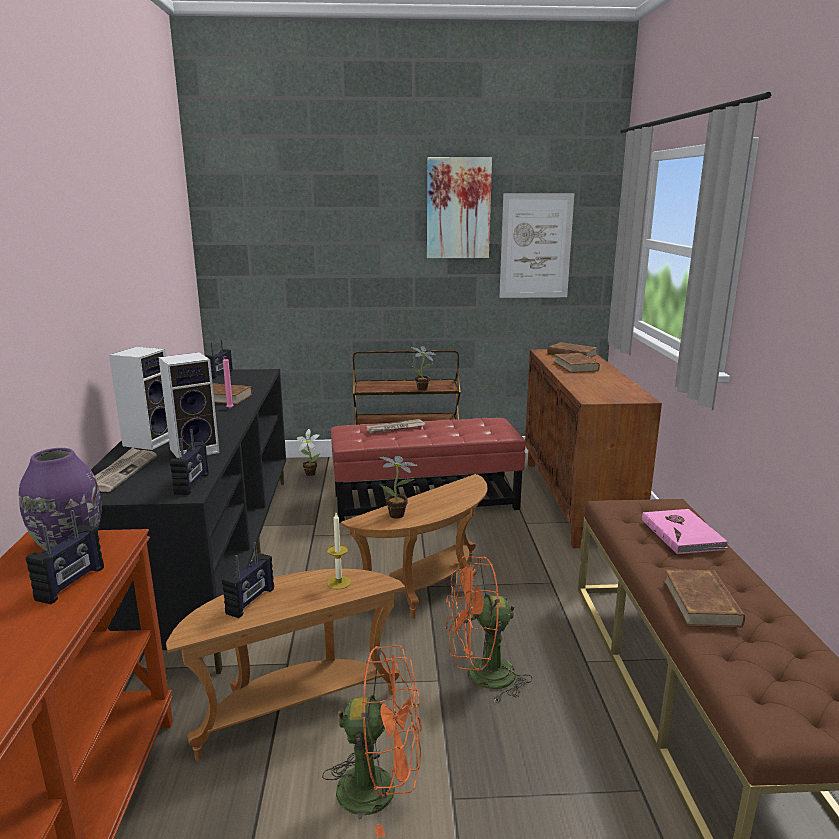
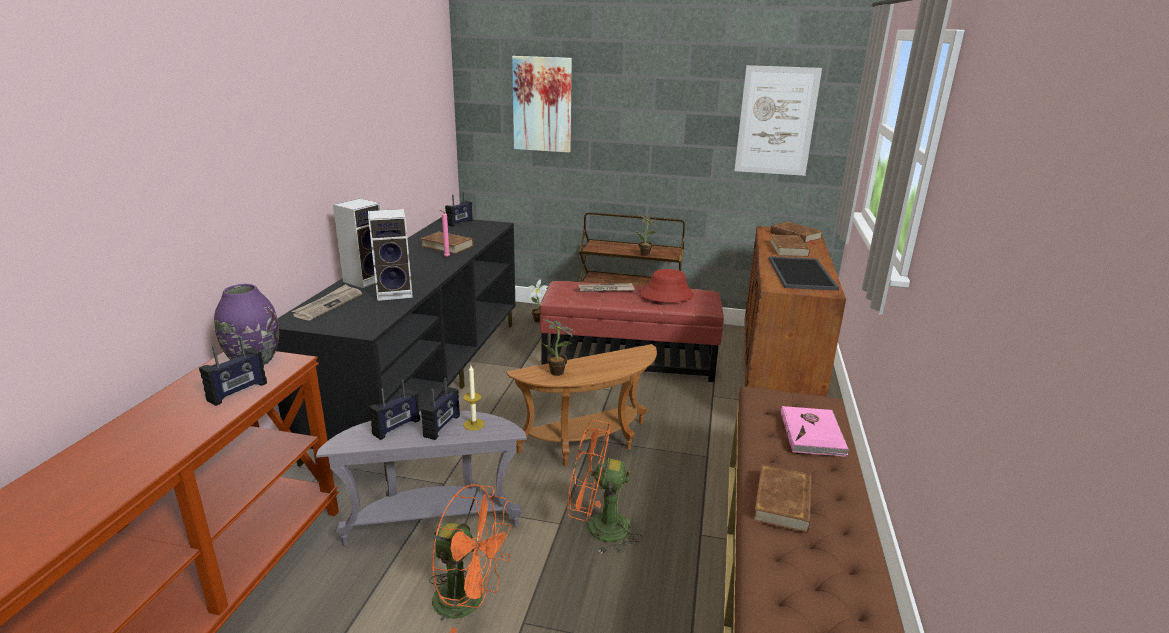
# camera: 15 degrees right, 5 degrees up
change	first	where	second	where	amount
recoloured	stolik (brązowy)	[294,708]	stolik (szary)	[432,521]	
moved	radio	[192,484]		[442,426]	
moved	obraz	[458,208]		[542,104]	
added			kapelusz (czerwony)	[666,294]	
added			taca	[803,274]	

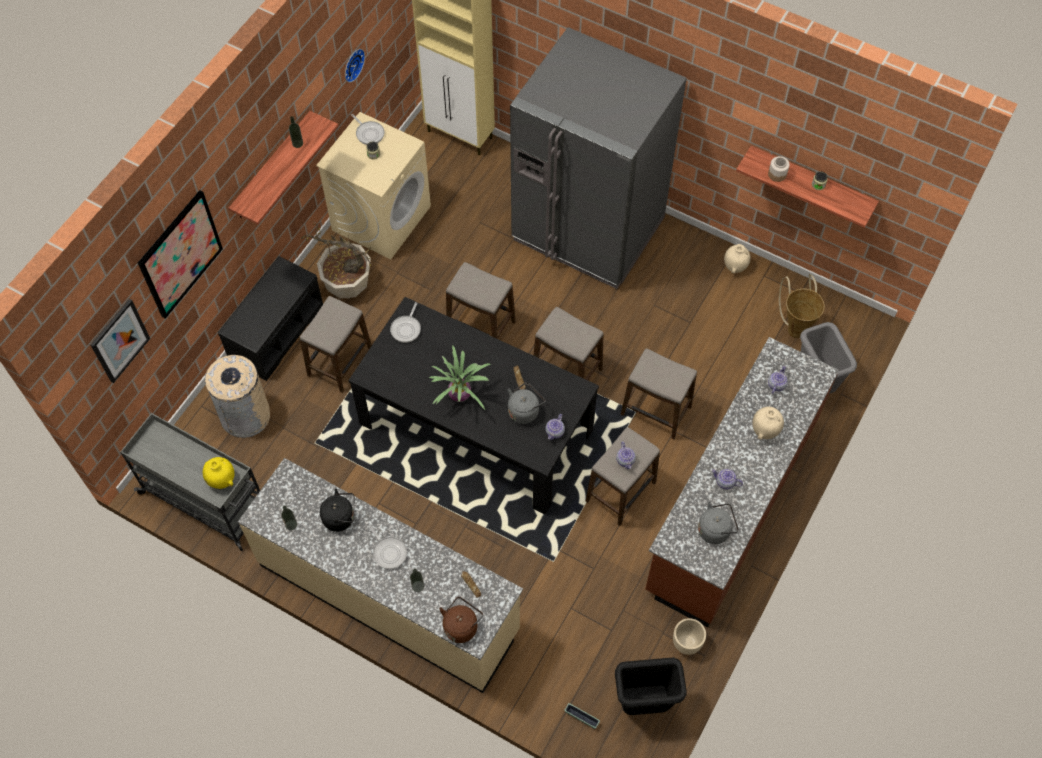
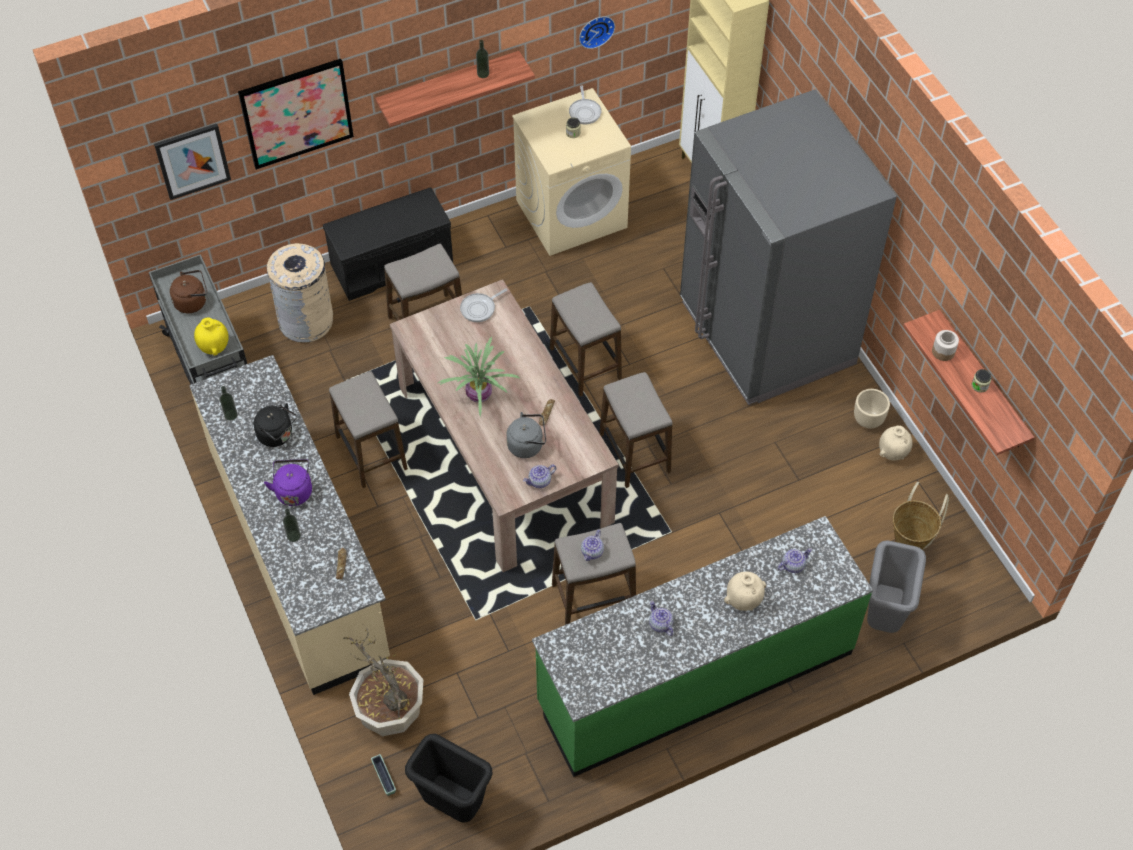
# camera: 35 degrees right, 5 degrees down
change	first	where	second	where	amount
moved	czajnik (brązowy)	[461,626]		[192,301]	
replaced	patelnia	[389,552]	czajnik (fioletowy)	[293,490]	
moved	stołek	[656,411]		[371,453]	
moved	roślina doniczkowa	[347,284]		[390,712]	
recoloured	stół jadalny (czarny)	[476,427]	stół jadalny (beżowy)	[504,453]	
recoloured	zabudowa kuchenna (brązowy)	[731,504]	zabudowa kuchenna (zielony)	[695,677]	
moved	donica (beżowy)	[687,643]		[868,420]	
removed	czajnik (szary)	[715,530]			

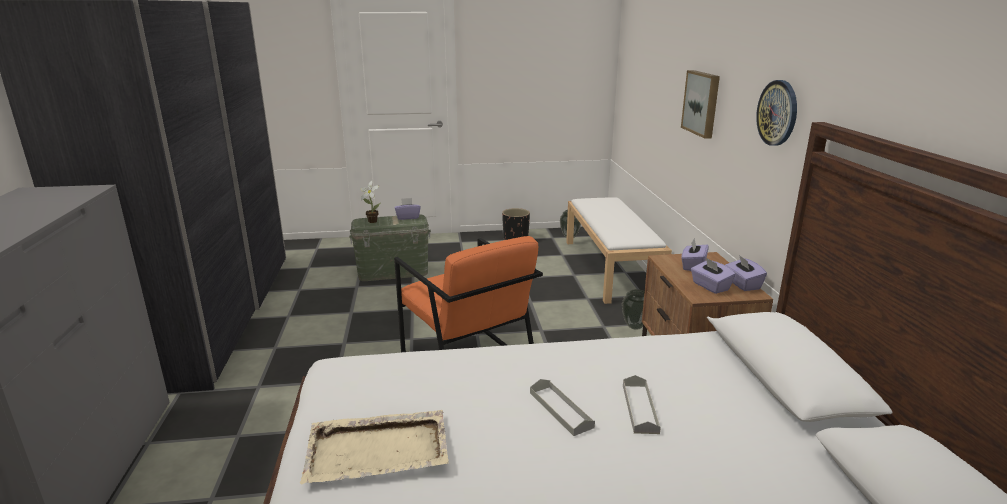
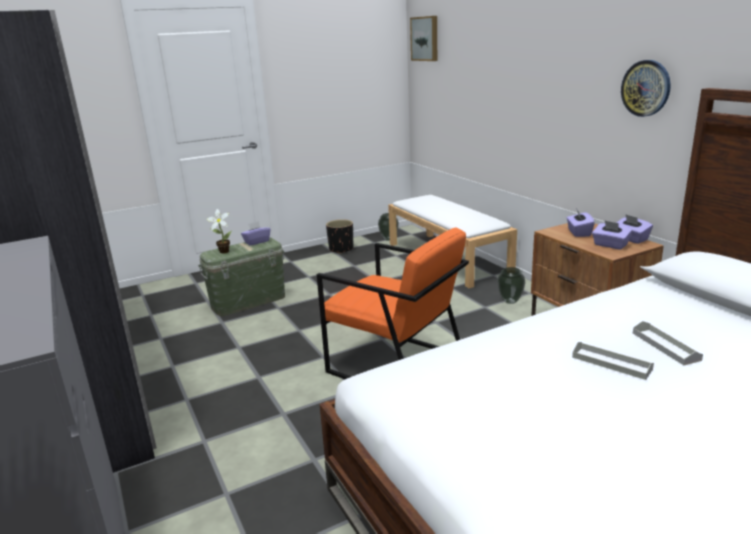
# camera: 20 degrees left, 0 degrees up
change	first	where	second	where	amount
moved	obraz	[702,103]		[425,38]	
removed	taca (beżowy)	[379,449]			

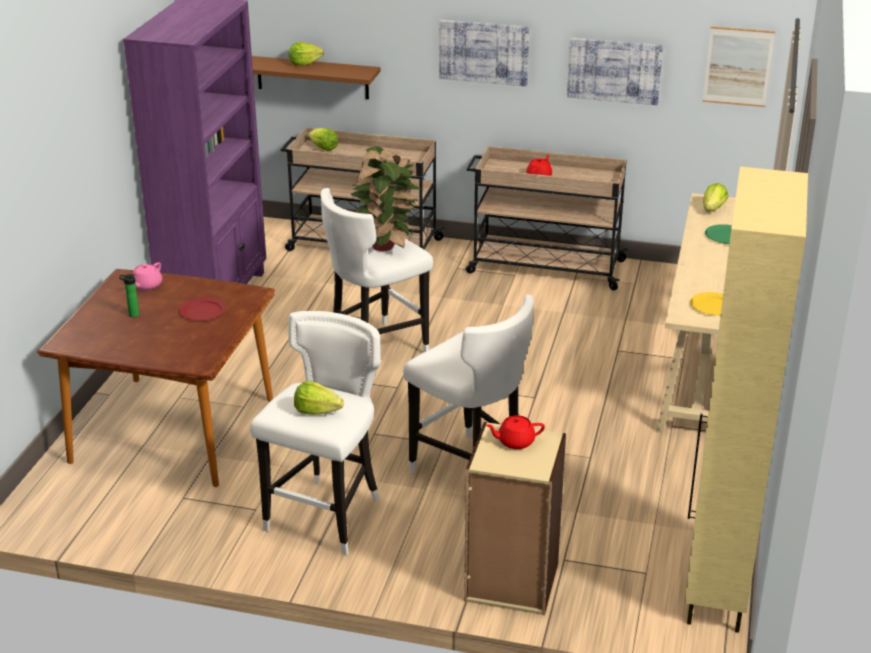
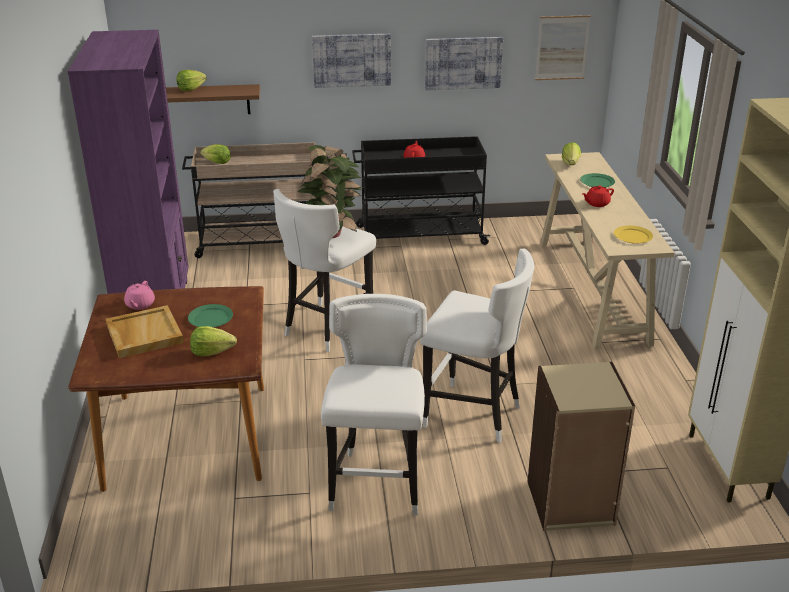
# camera: 20 degrees left, 0 degrees up
change	first	where	second	where	amount
replaced	butelka	[132,315]	taca (beżowy)	[144,334]	
recoloured	talerz (czerwony)	[202,311]	talerz (zielony)	[210,318]	
moved	sałata	[317,411]		[211,352]	
recoloured	wózek (beżowy)	[544,267]	wózek (czarny)	[419,235]	
moved	imbryk (czerwony)	[515,441]		[596,203]	

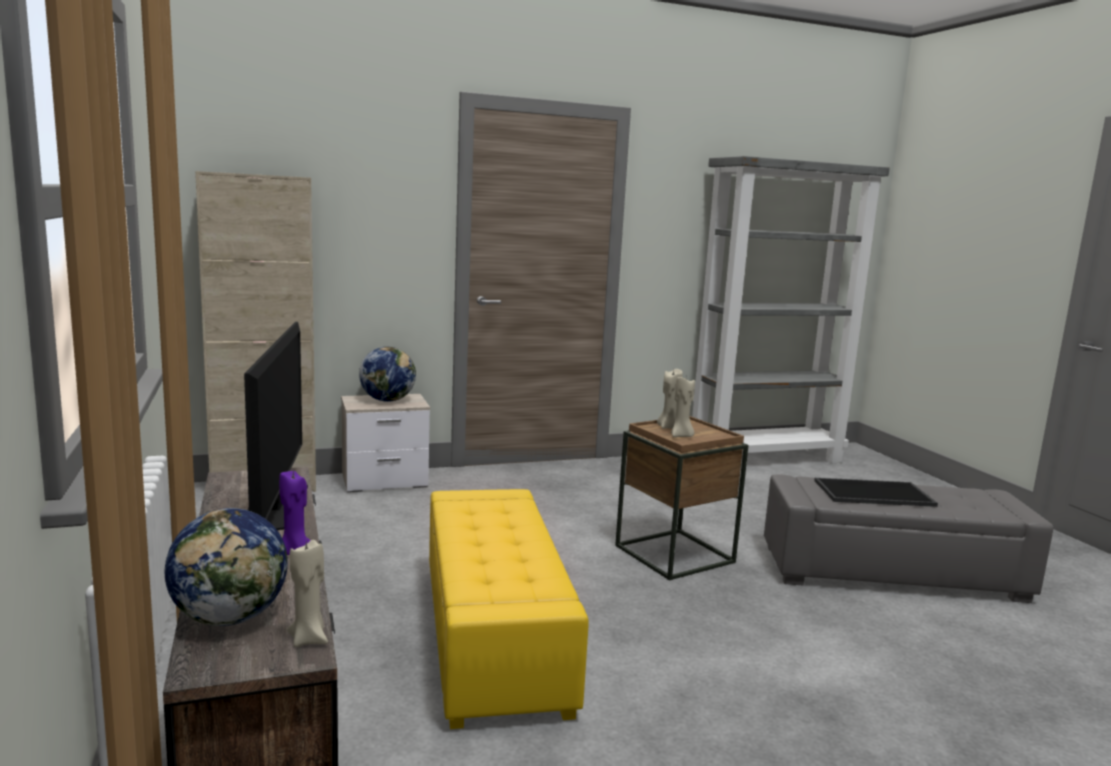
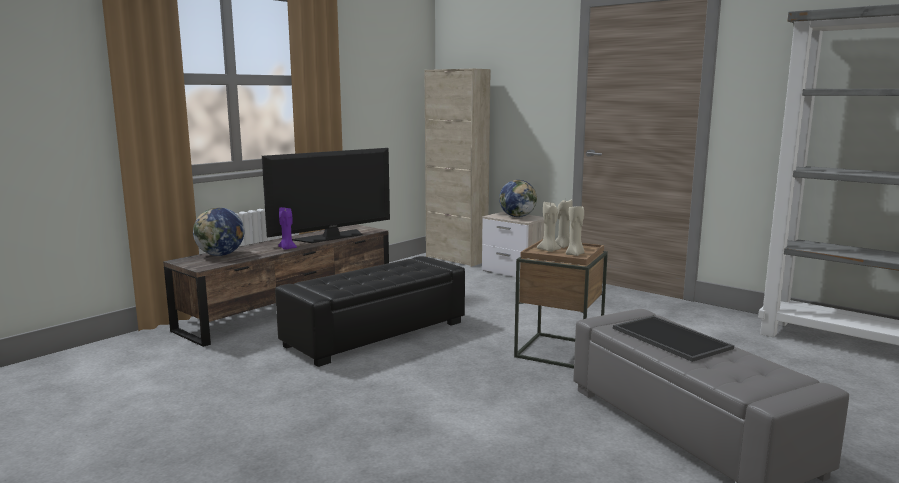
# camera: 60 degrees right, 0 degrees up
change	first	where	second	where	amount
recoloured	pufa (żółty)	[492,634]	pufa (czarny)	[376,333]	
moved	świeca (beżowy)	[309,639]		[575,254]	

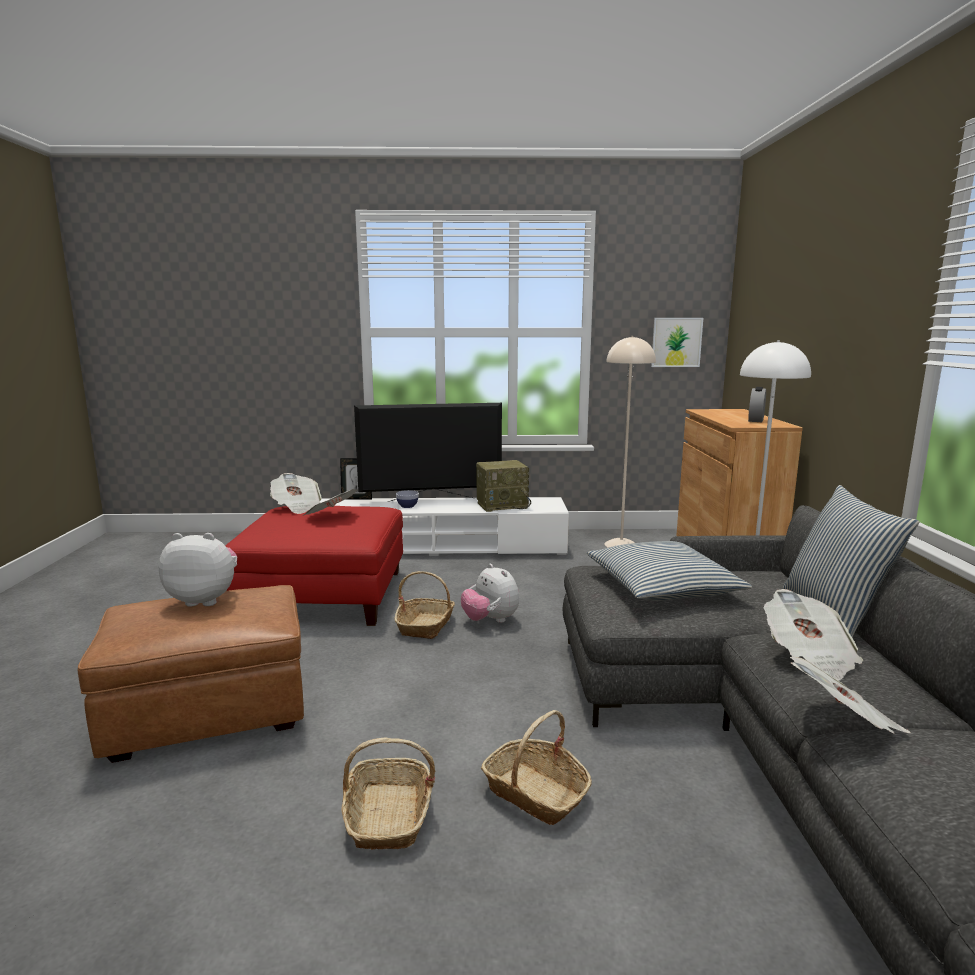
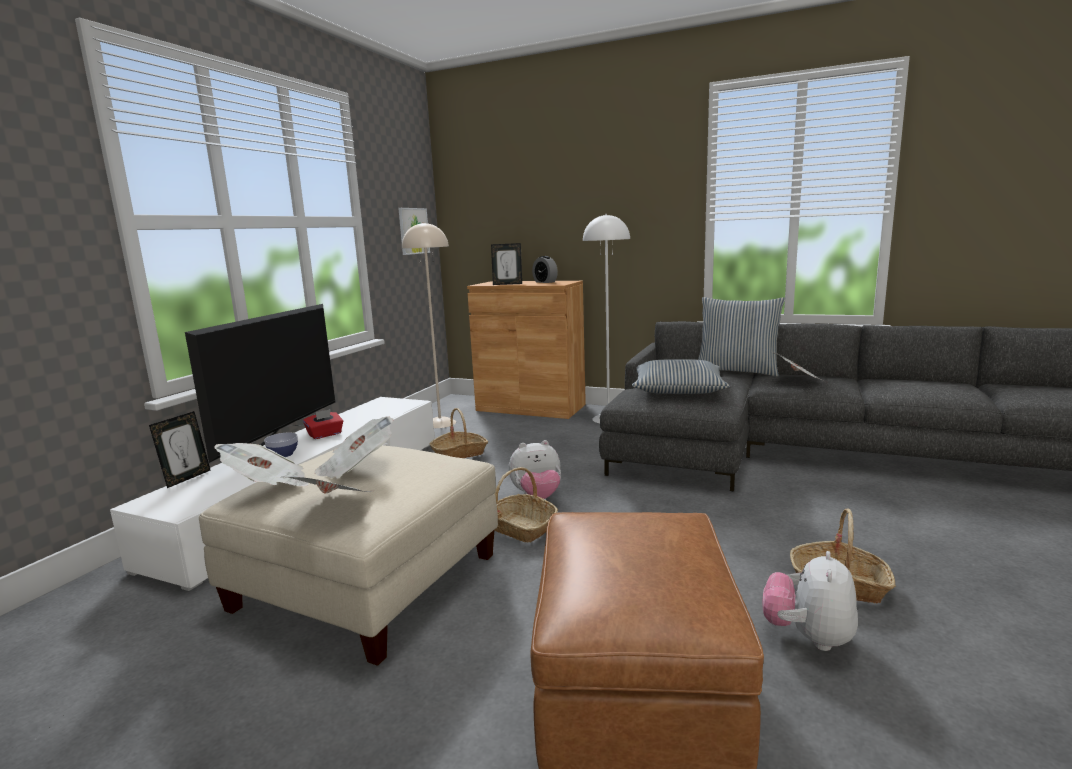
# camera: 65 degrees left, 0 degrees up
change	first	where	second	where	amount
recoloured	pufa (czerwony)	[324,595]	pufa (beżowy)	[367,580]	
moved	gazeta	[844,722]		[332,507]	
added			pudełko chusteczek (czerwony)	[325,435]	
moved	koszyk	[536,793]		[459,453]	
added			ramka na zdjęcie	[507,284]	
moved	pluszak	[205,599]		[808,637]	
removed	radio	[502,505]			

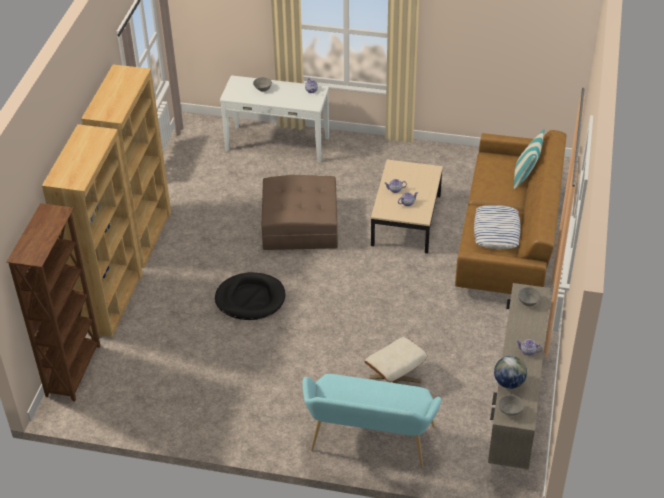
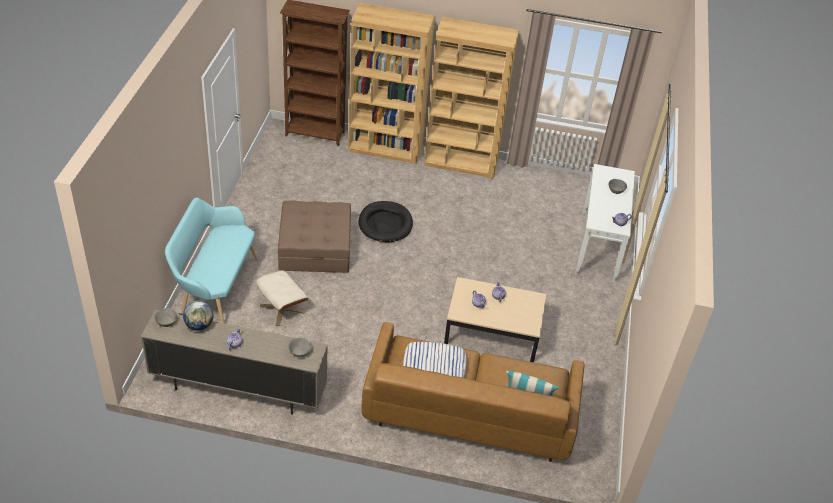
# camera: 85 degrees right, 0 degrees up
change	first	where	second	where	amount
moved	pufa (brązowy)	[300,225]		[314,247]	

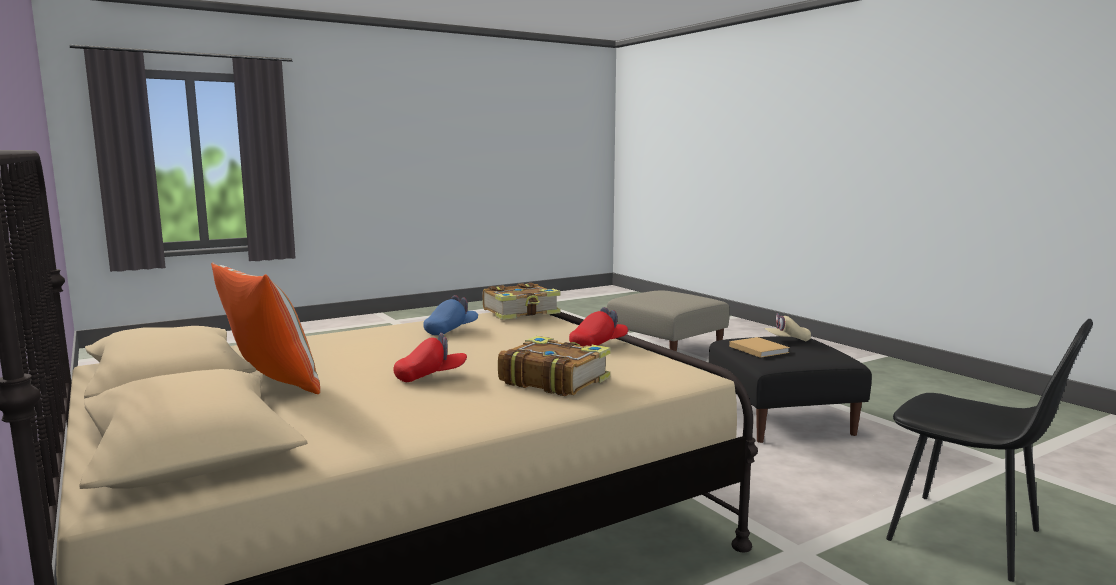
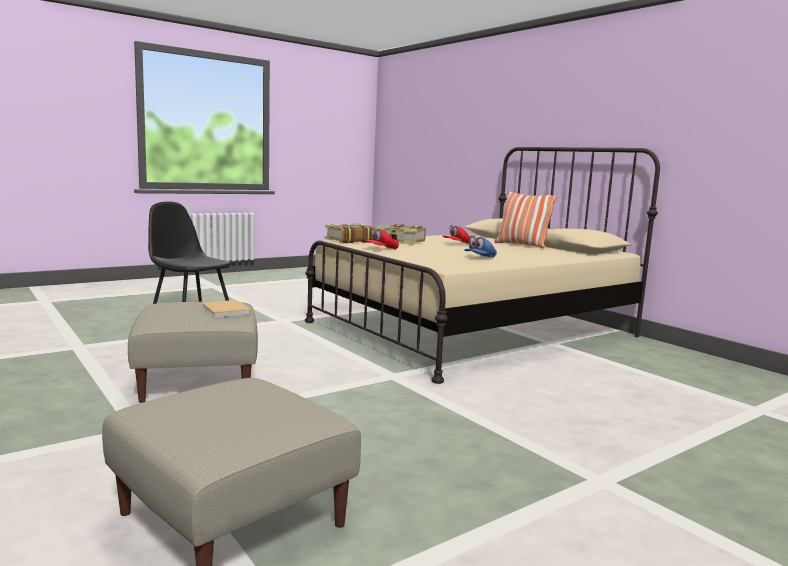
# camera: 175 degrees right, 0 degrees up
change	first	where	second	where	amount
recoloured	pufa (czarny)	[782,419]	pufa (beżowy)	[197,380]	
moved	książka	[522,312]		[349,240]	
removed	czapka z daszkiem (beżowy)	[787,340]			

